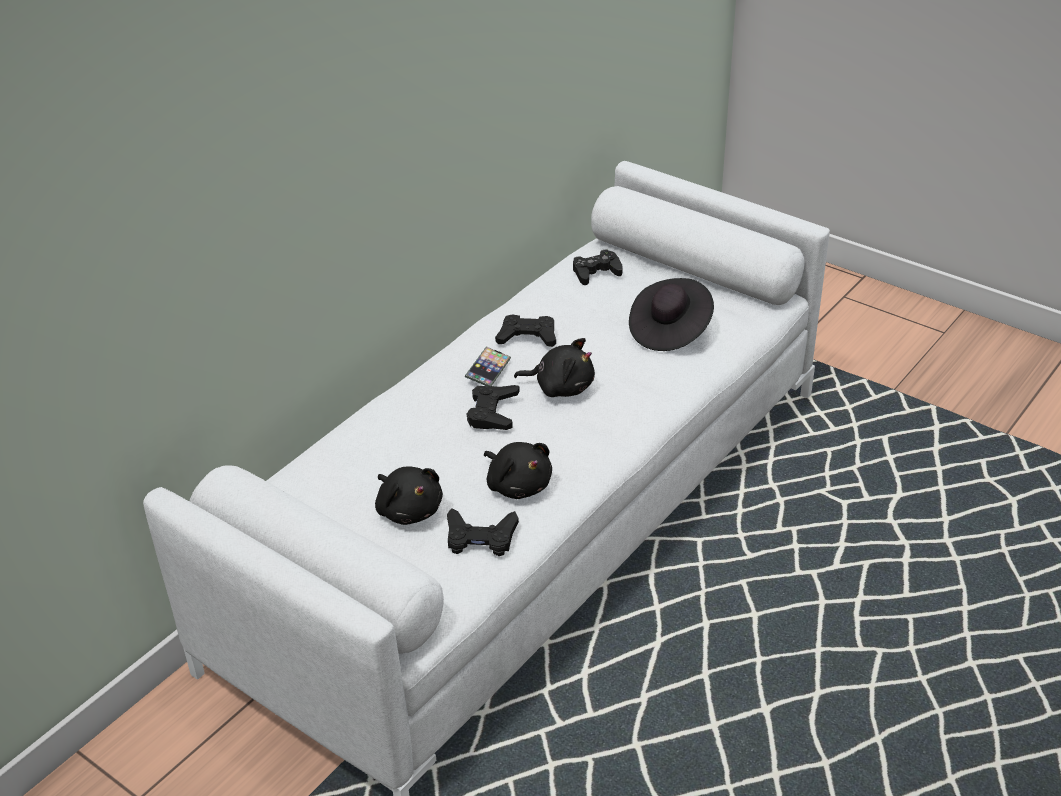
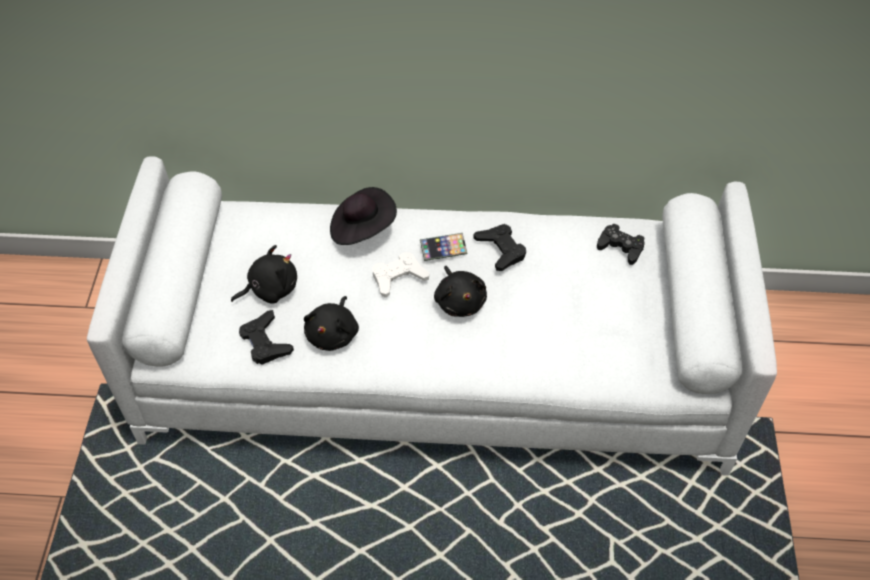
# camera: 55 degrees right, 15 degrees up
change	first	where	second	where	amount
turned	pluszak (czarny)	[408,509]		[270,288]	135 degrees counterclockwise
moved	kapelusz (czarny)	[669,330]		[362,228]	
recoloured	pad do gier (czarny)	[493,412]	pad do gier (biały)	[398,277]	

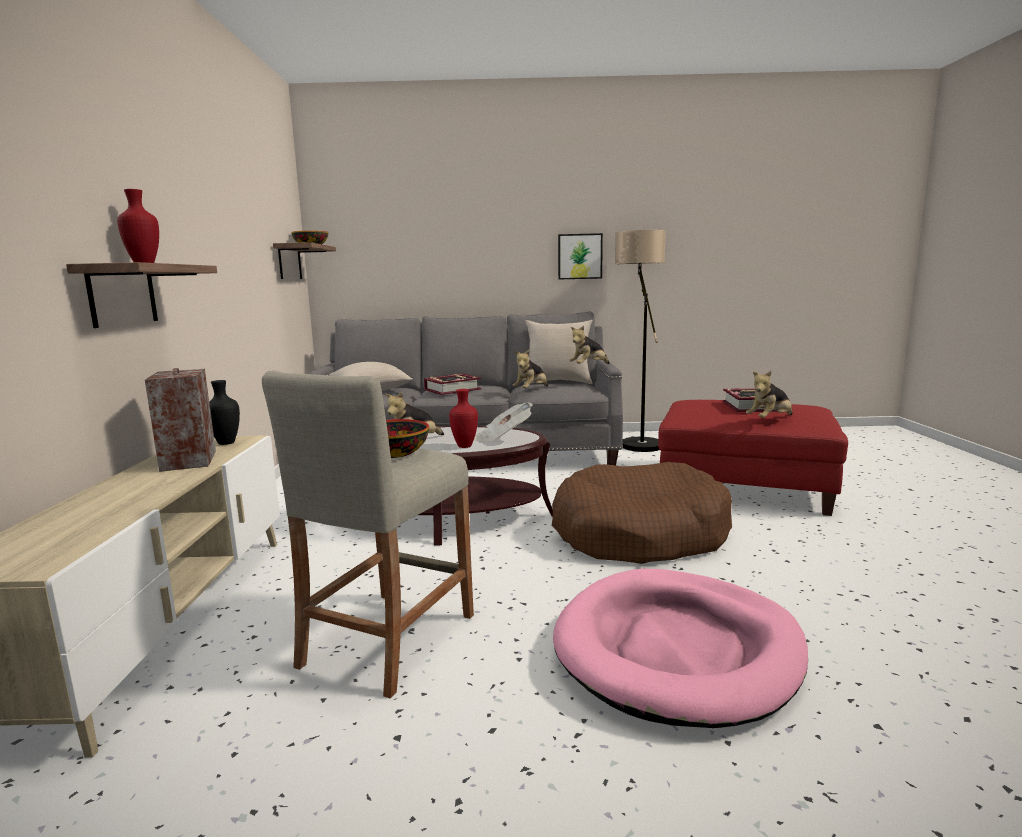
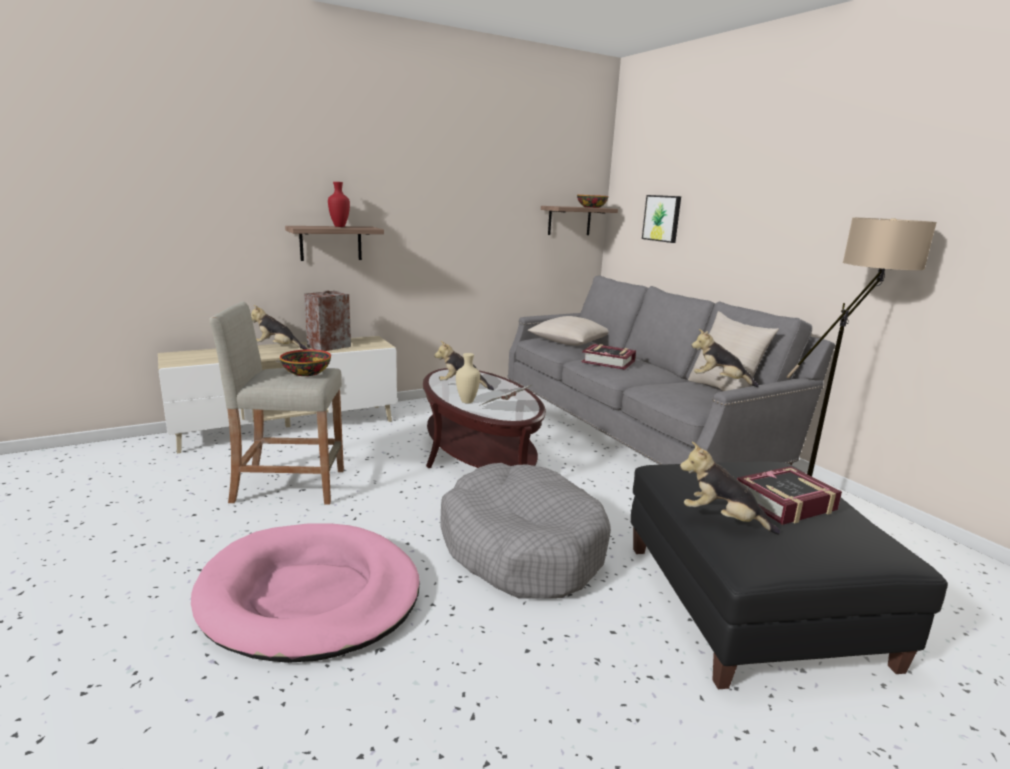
# camera: 60 degrees right, 5 degrees up
change	first	where	second	where	amount
moved	pluszak	[531,390]		[277,347]	
recoloured	legowisko (brązowy)	[639,534]	legowisko (szary)	[521,547]	
recoloured	wazon (czerwony)	[465,446]	wazon (beżowy)	[467,402]	
recoloured	pufa (czerwony)	[745,485]	pufa (czarny)	[752,603]	
moved	obraz	[579,256]		[662,218]	
removed	wazon (czarny)	[227,443]			

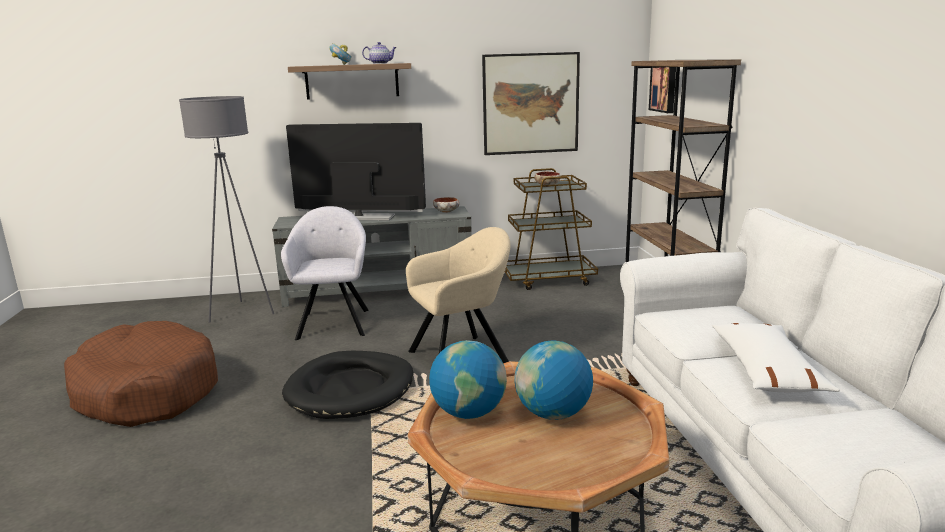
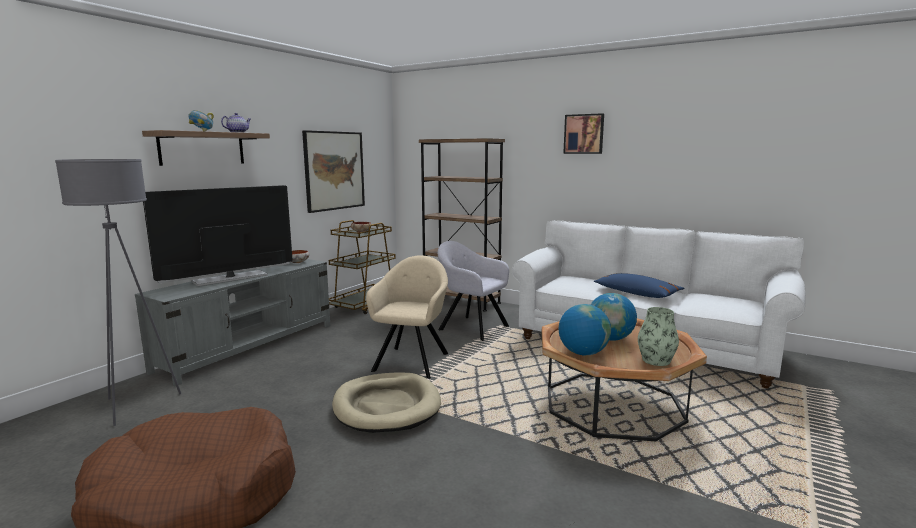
# camera: 50 degrees left, 5 degrees down
change	first	where	second	where	amount
recoloured	legowisko (czarny)	[351,389]	legowisko (beżowy)	[386,406]	
moved	fotel (szary)	[334,322]		[471,327]	
moved	obraz	[664,87]		[584,134]	
recoloured	poduszka (biały)	[766,370]	poduszka (niebieski)	[636,293]	
added			wazon	[656,360]	

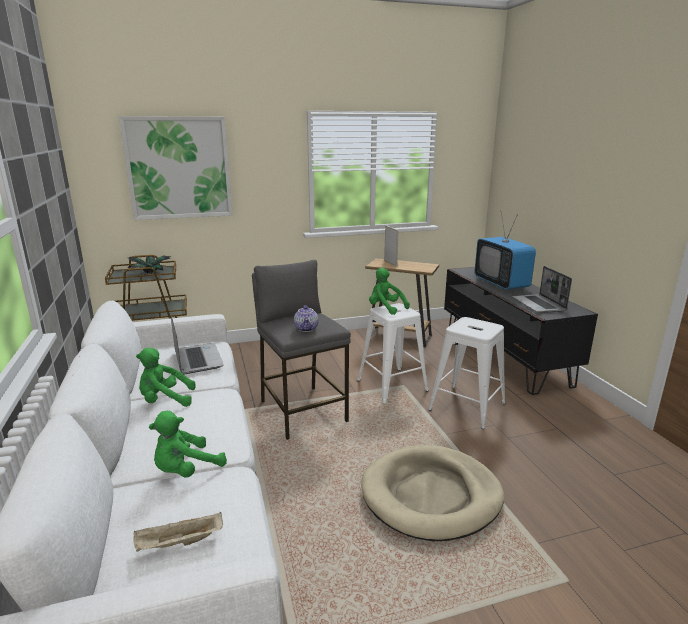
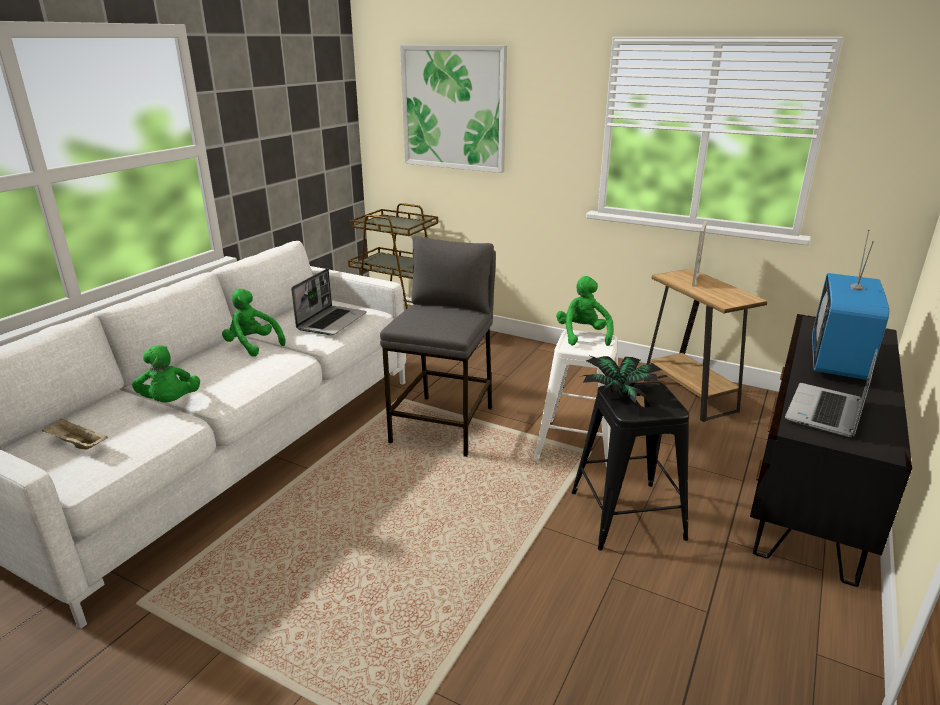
# camera: 45 degrees right, 5 degrees up
change	first	where	second	where	amount
turned	pluszak (zielony)	[186,470]		[170,403]	120 degrees counterclockwise
recoloured	stołek (biały)	[466,406]	stołek (czarny)	[626,515]	
moved	roślina doniczkowa	[151,273]		[620,393]	
removed	imbryk	[307,329]			
removed	legowisko (beżowy)	[431,495]			

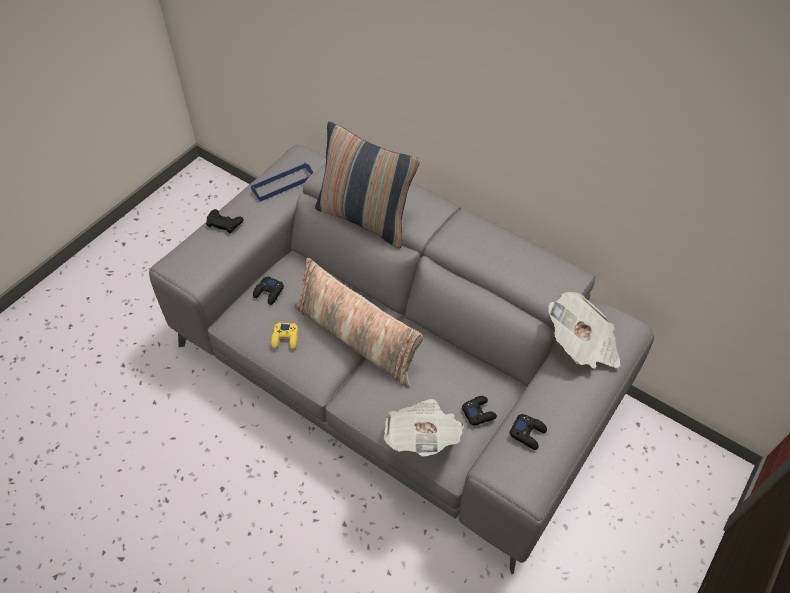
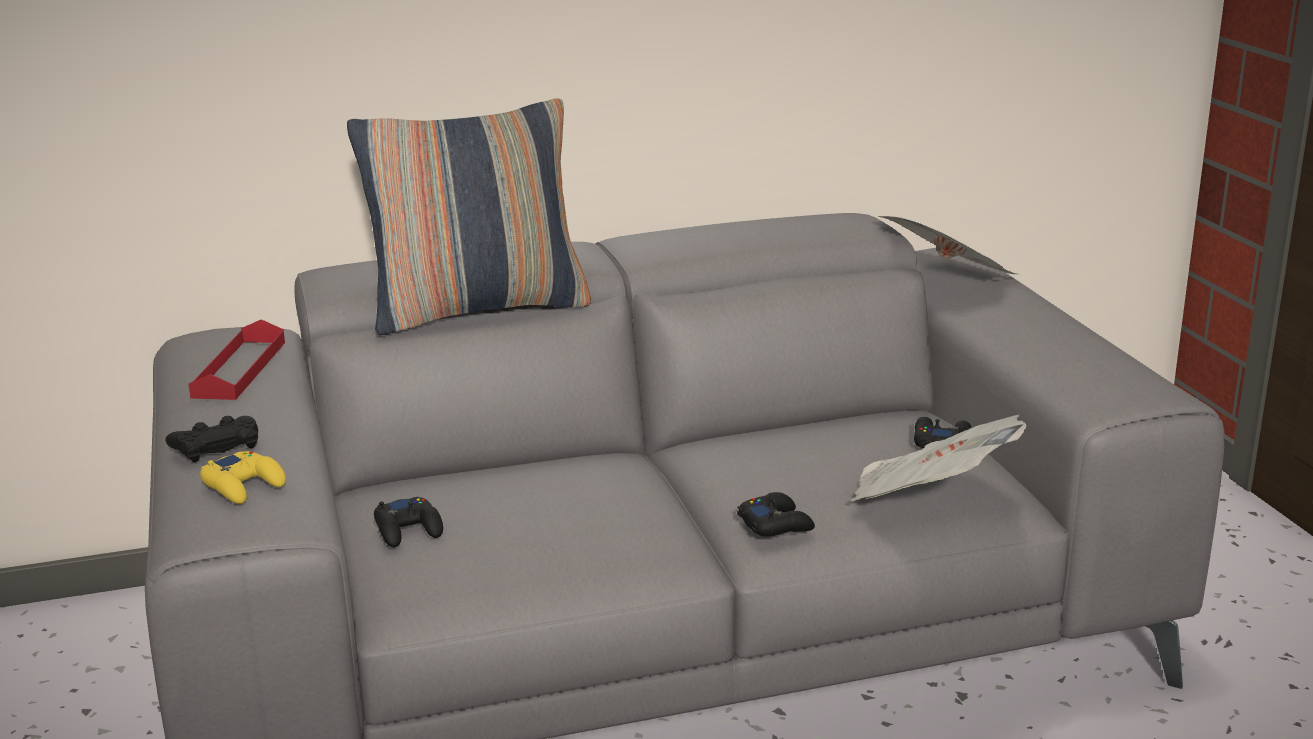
# camera: 50 degrees left, 30 degrees down
change	first	where	second	where	amount
recoloured	taca (niebieski)	[283,184]	taca (czerwony)	[239,369]	
moved	pad do gier (żółty)	[285,338]		[244,485]	
moved	pad do gier (czarny)	[528,433]		[776,524]	
removed	poduszka	[357,338]			

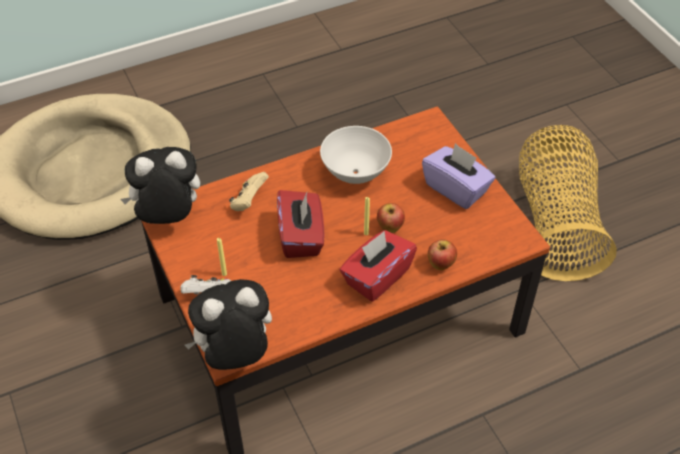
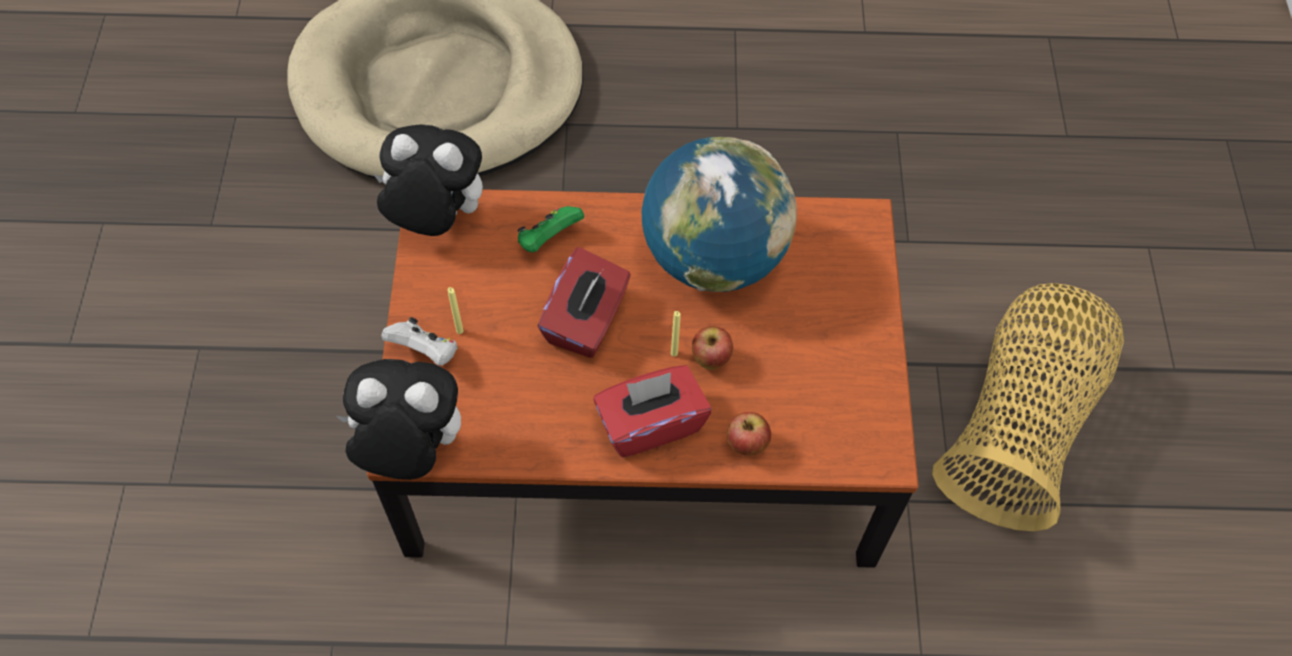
# camera: 25 degrees right, 10 degrees up
change	first	where	second	where	amount
recoloured	pad do gier (beżowy)	[249,201]	pad do gier (zielony)	[549,239]	
replaced	miska (biały)	[356,173]	globus	[713,257]	
removed	pudełko chusteczek (fioletowy)	[456,188]			

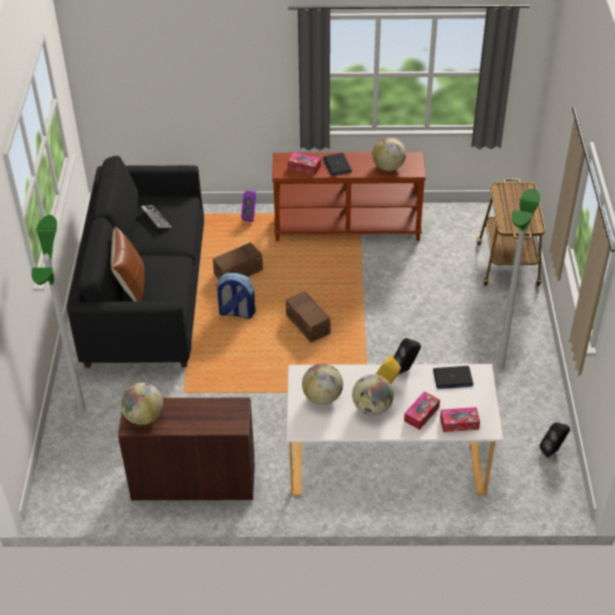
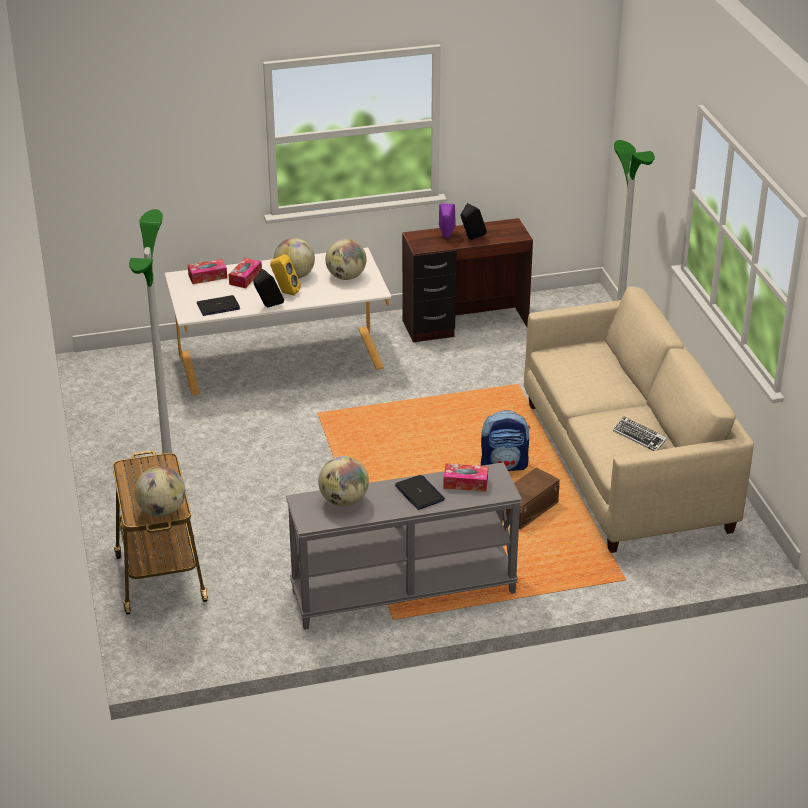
# camera: 165 degrees right, 10 degrees down
change	first	where	second	where	amount
moved	globus	[144,417]		[162,511]	
recoloured	stolik konsolowy (brązowy)	[347,228]	stolik konsolowy (szary)	[403,593]	
moved	głośnik (fioletowy)	[251,216]		[446,237]	
moved	głośnik (czarny)	[553,451]		[471,239]	
recoloured	kanapa (czarny)	[146,296]	kanapa (beżowy)	[626,466]	
removed	poduszka (brązowy)	[131,285]			
removed	pojemnik do przechowywania (brązowy)	[308,324]			

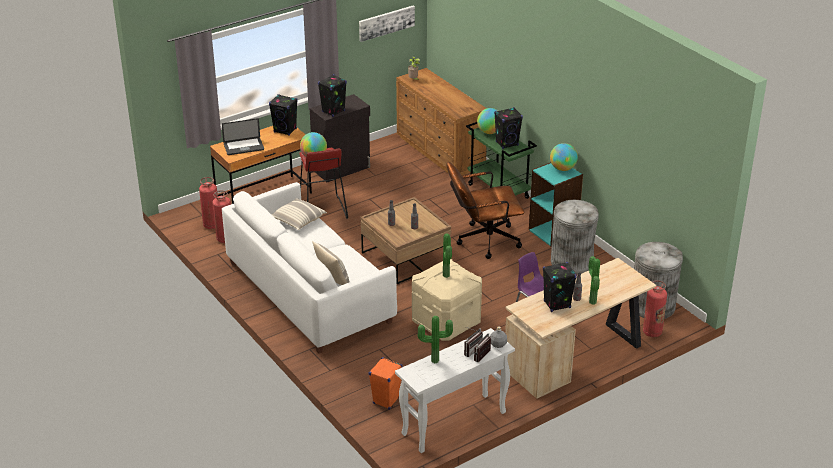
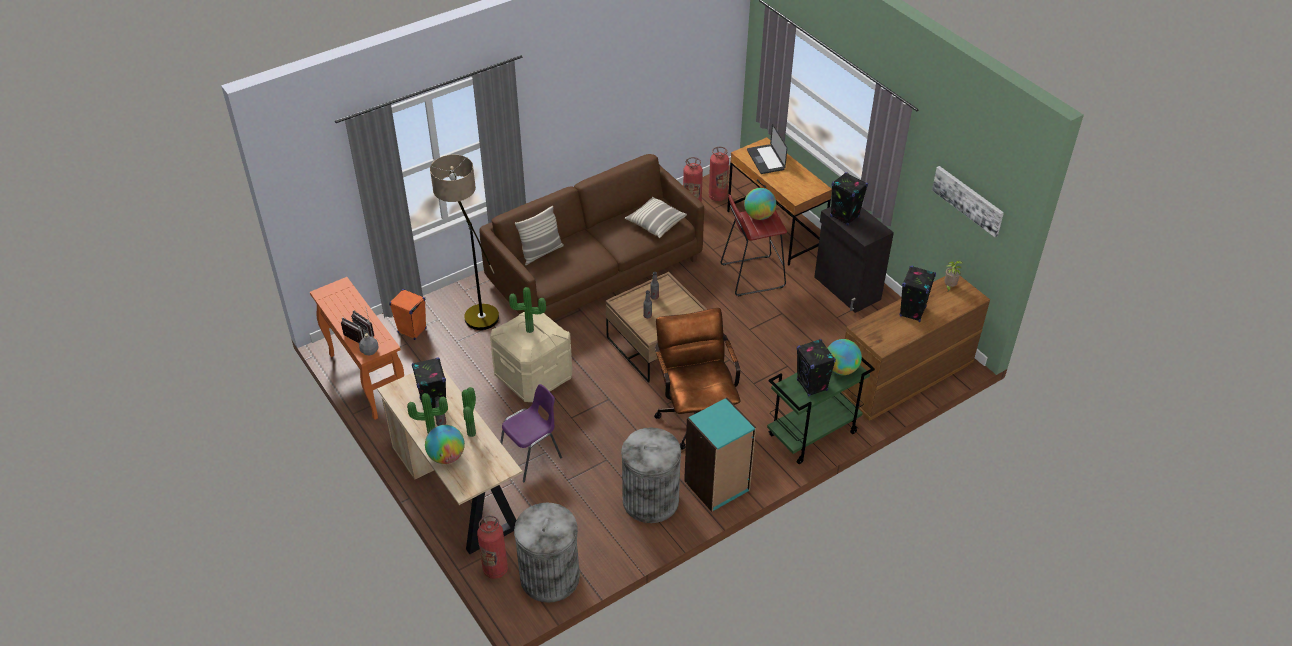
# camera: 90 degrees right, 10 degrees up
change	first	where	second	where	amount
recoloured	stolik konsolowy (biały)	[453,424]	stolik konsolowy (pomarańczowy)	[366,379]	
moved	globus	[563,168]		[446,456]	
added			lampa stojąca	[475,309]	
moved	roślina doniczkowa	[434,359]		[473,433]	
recoloured	kanapa (biały)	[308,292]	kanapa (brązowy)	[595,271]	
moved	głośnik (czarny)	[285,130]		[912,312]	

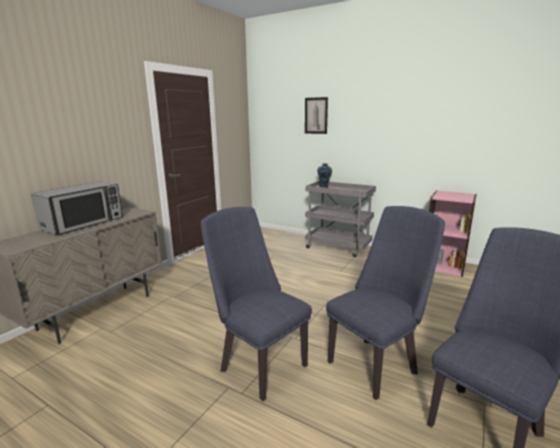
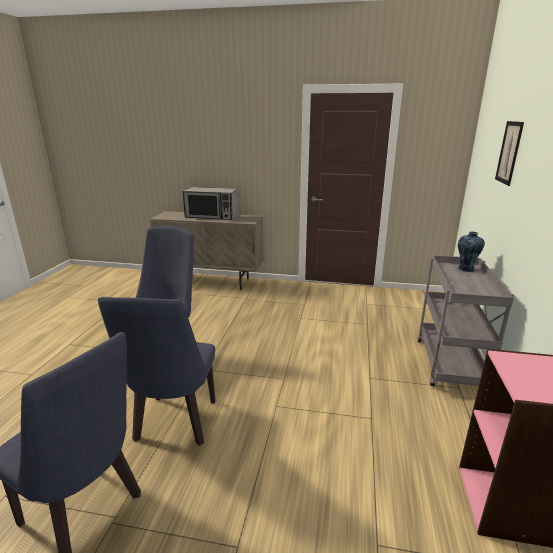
# camera: 70 degrees right, 5 degrees up
change	first	where	second	where	amount
turned	krzesło (niebieski)	[376,363]		[175,425]	60 degrees clockwise

